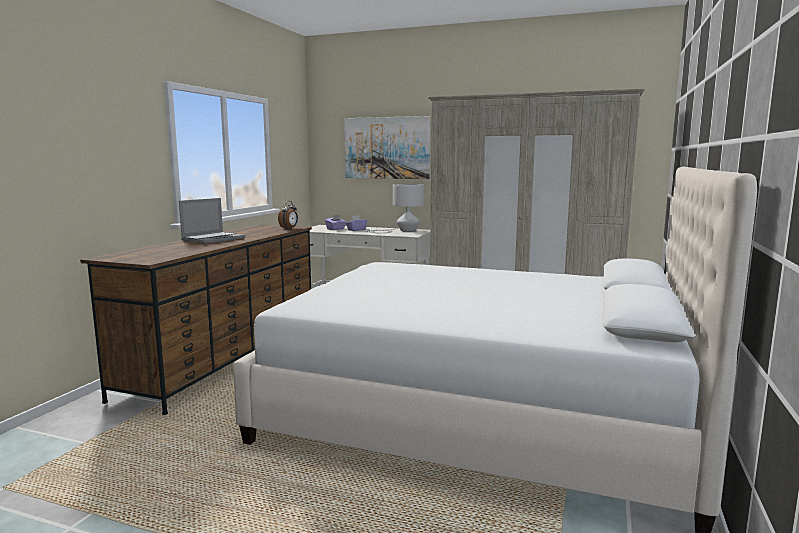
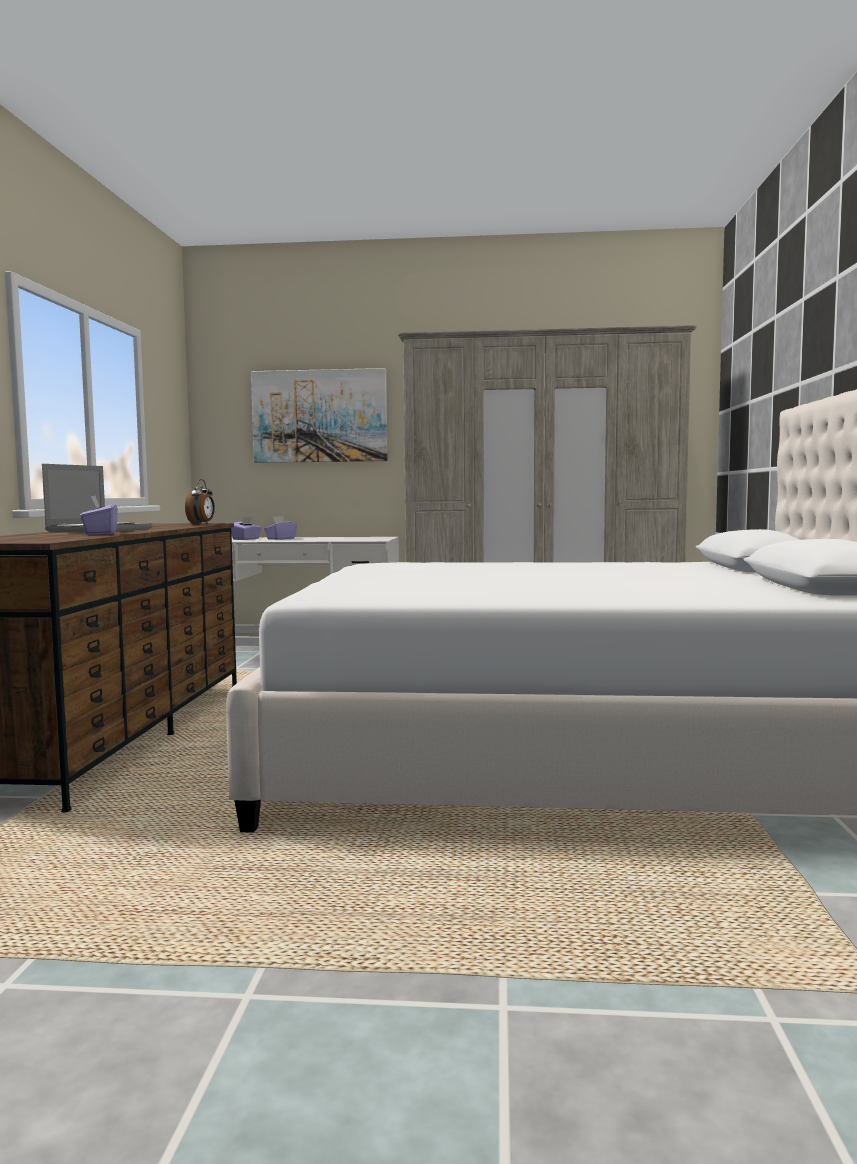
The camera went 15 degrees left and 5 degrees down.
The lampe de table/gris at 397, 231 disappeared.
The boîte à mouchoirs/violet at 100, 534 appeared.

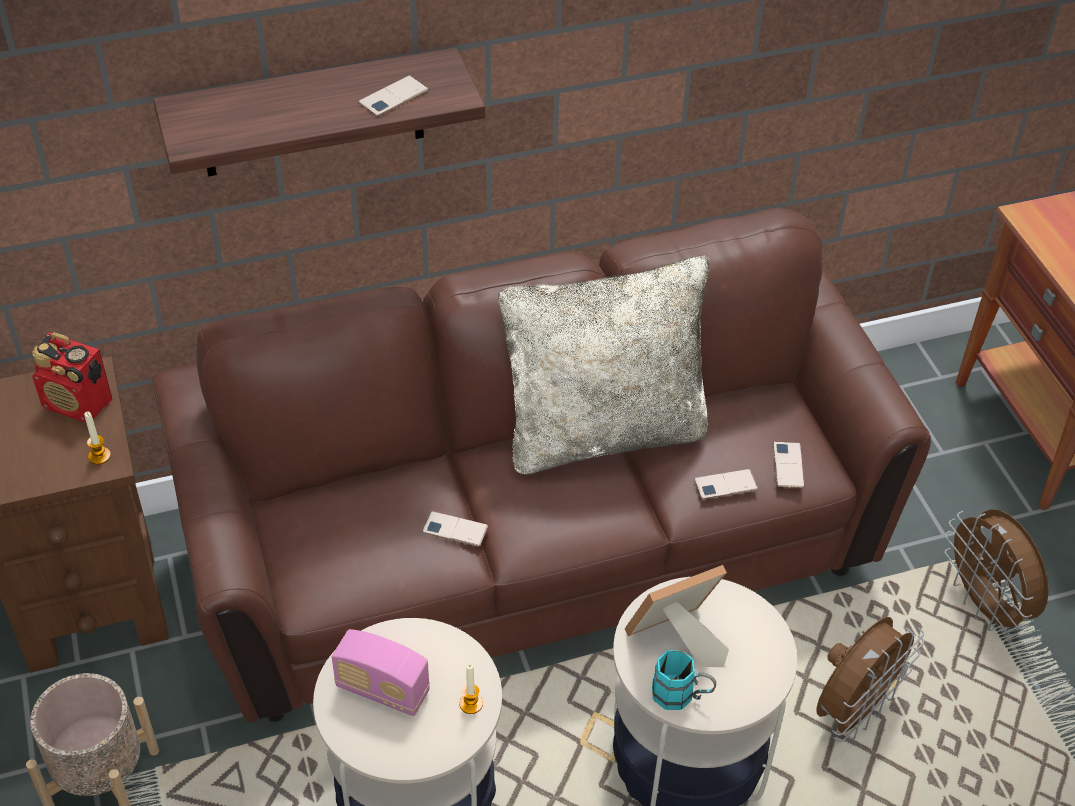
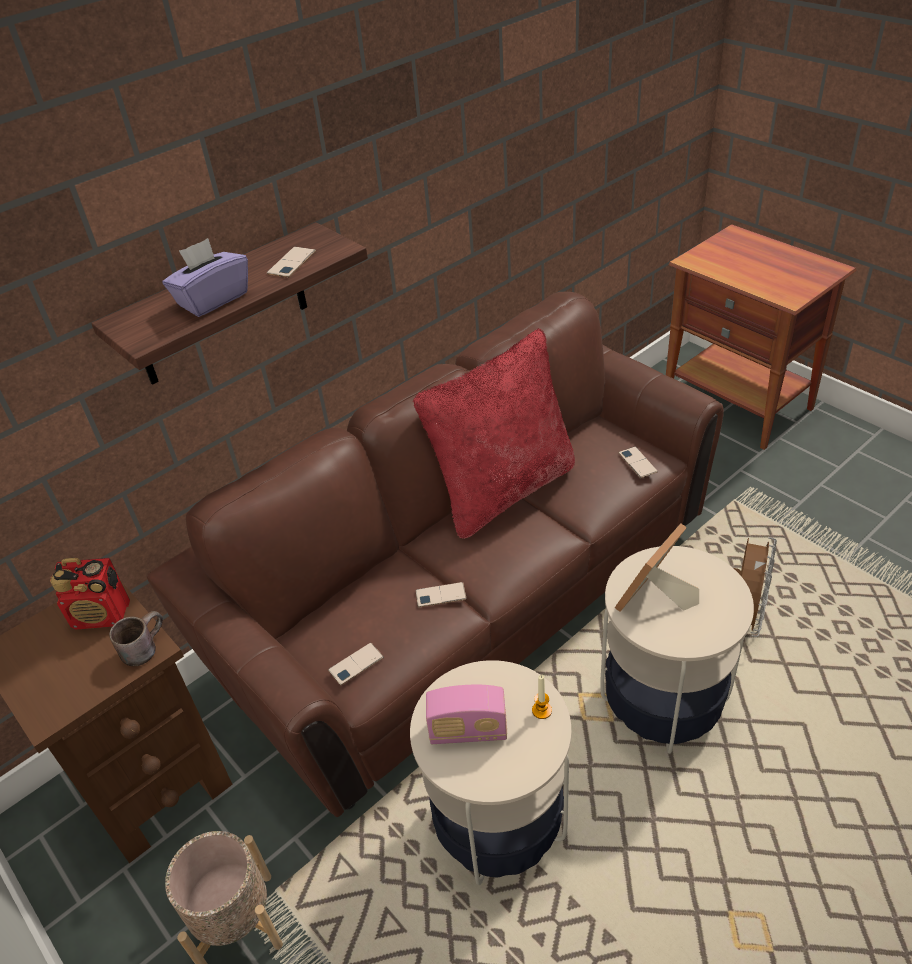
The camera went 20 degrees left and 5 degrees down.
The bougie at 99, 456 was replaced by the mug/marron at 143, 646.
The coussin/beige at 606, 437 became the coussin/rouge at 506, 492.
The mug/turquoise at 681, 696 disappeared.
The téléphone moved from 725, 485 to 356, 664.
The ventilateur/marron at 986, 606 disappeared.
The boîte à mouchoirs/violet at 213, 299 appeared.

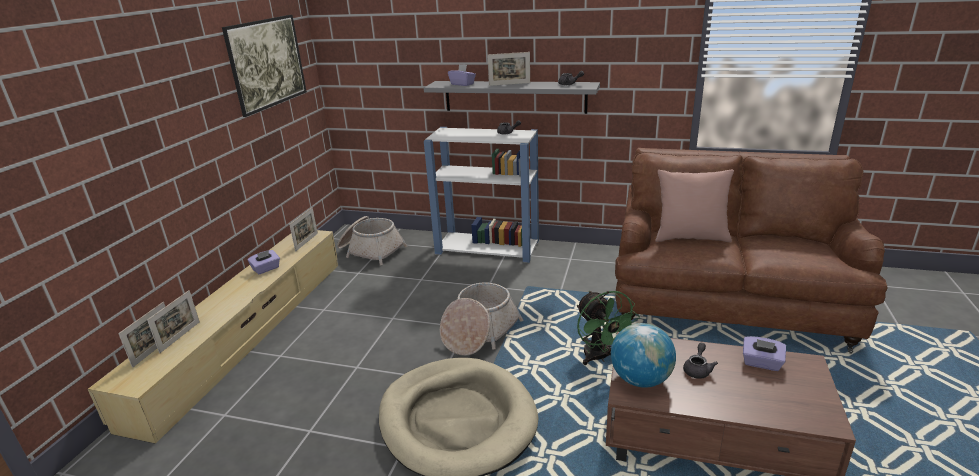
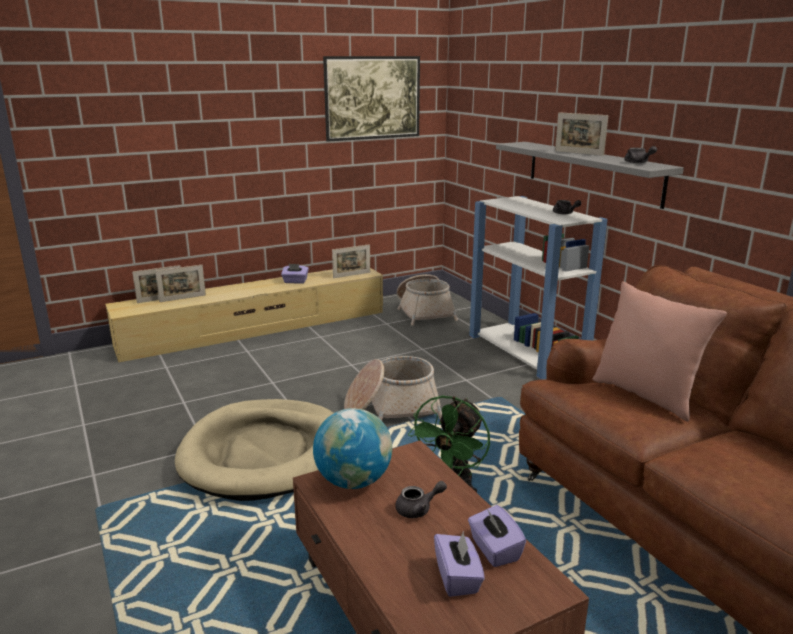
The camera went 45 degrees right and 5 degrees down.
The boîte à mouchoirs/violet moved from 462, 84 to 457, 578.

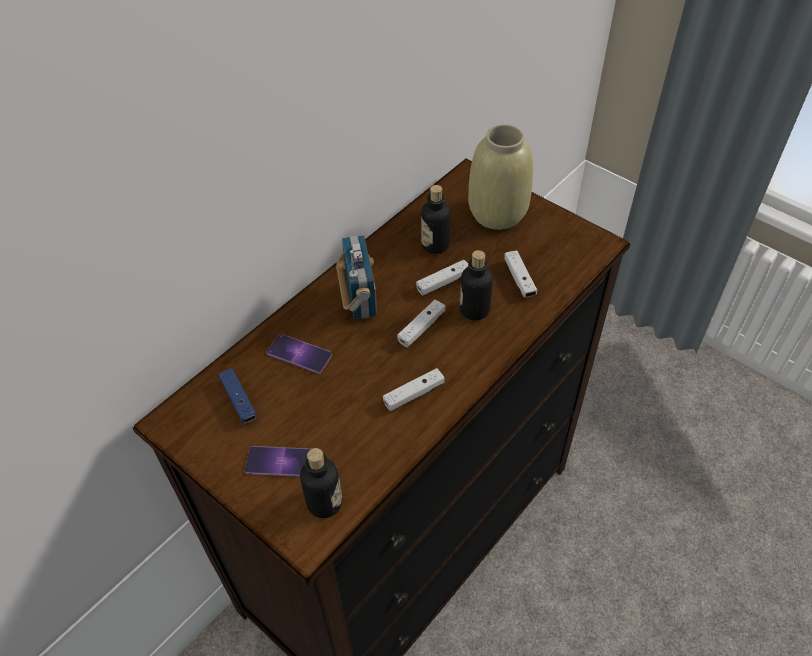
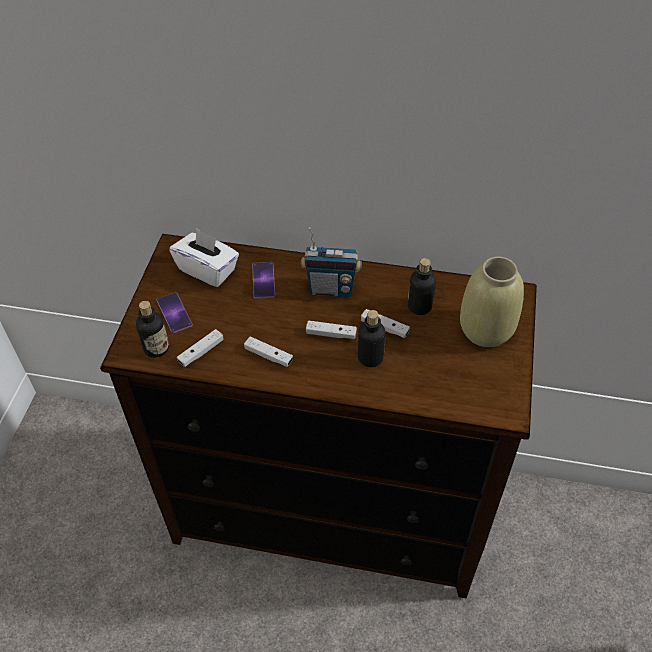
The camera went 60 degrees right and 0 degrees up.
The manette/bleu at 239, 400 was replaced by the boîte à mouchoirs/blanc at 207, 270.
The radio at 359, 301 turned 45 degrees clockwise.
The manette/blanc moved from 519, 279 to 201, 352.

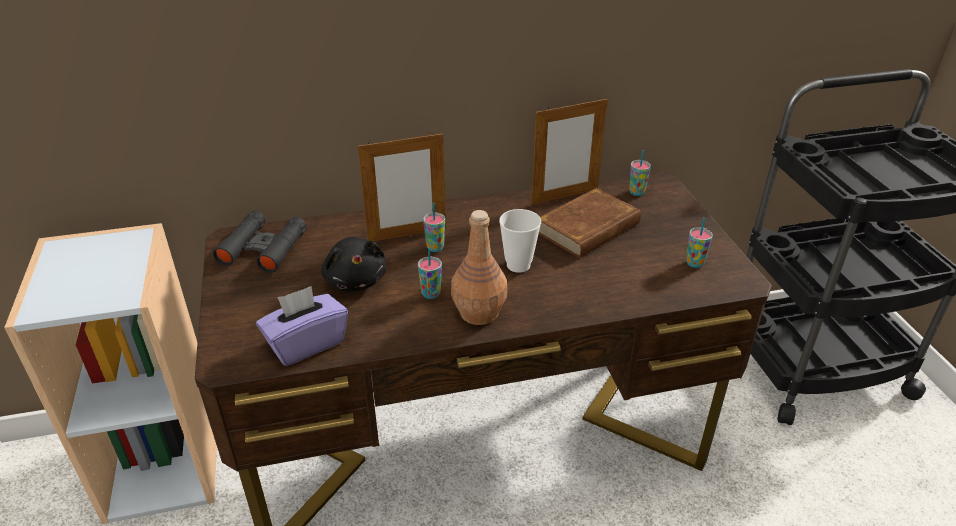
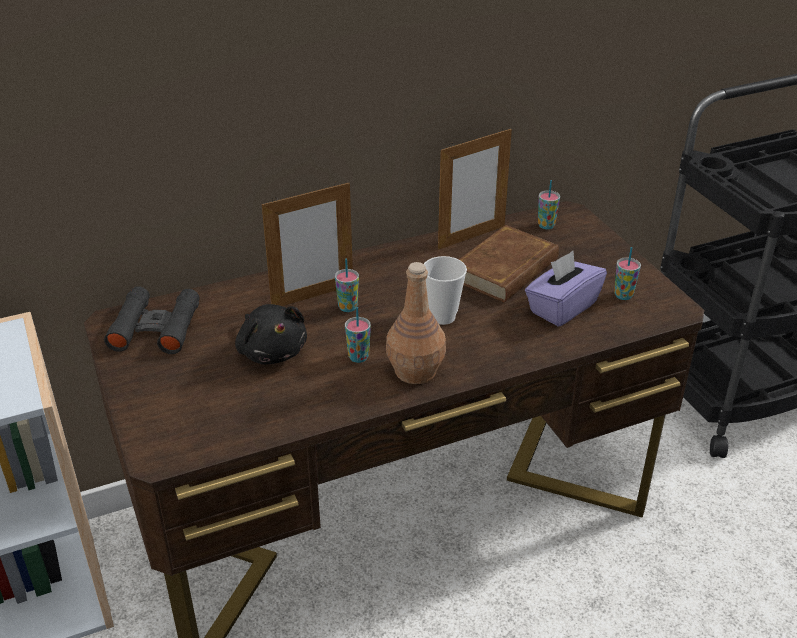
The camera went 10 degrees left and 0 degrees up.
The boîte à mouchoirs/violet moved from 306, 343 to 562, 307.

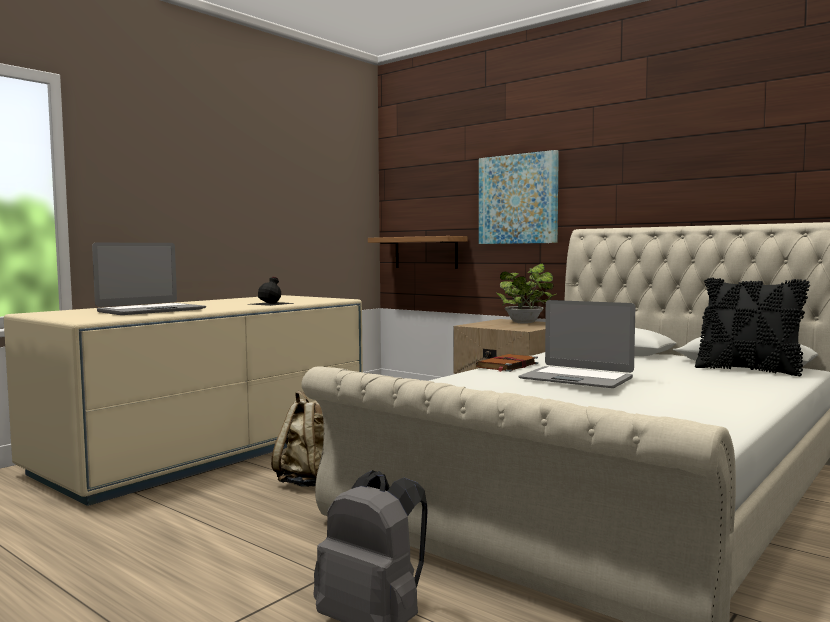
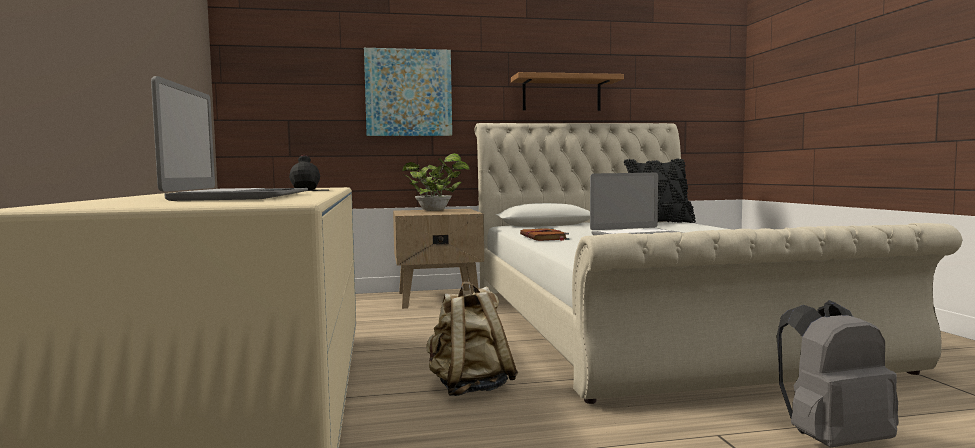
The camera went 50 degrees left and 0 degrees up.
The étagère moved from 426, 252 to 561, 94.

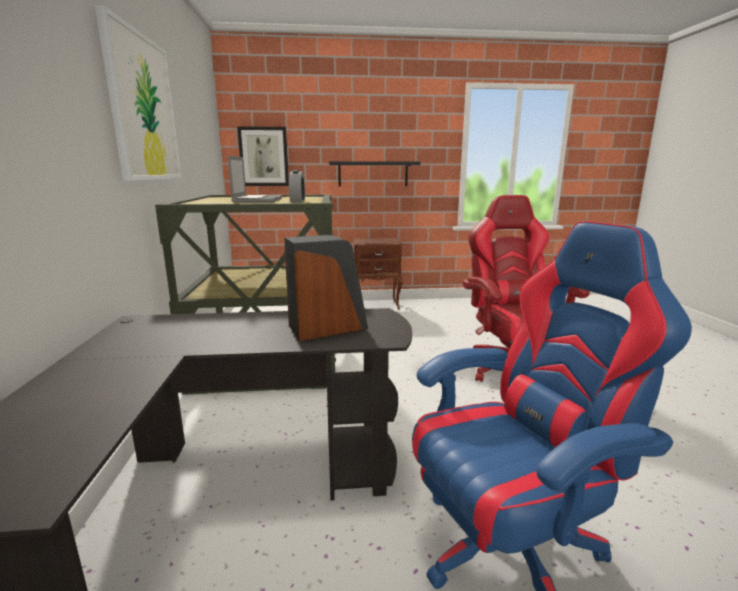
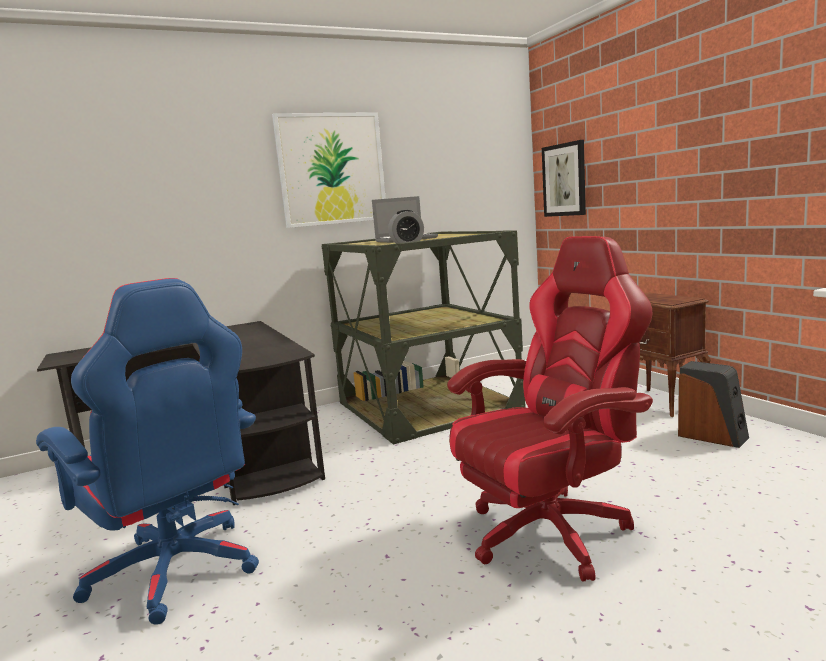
The camera went 70 degrees right and 5 degrees down.
The enceinte moved from 327, 327 to 712, 436.
The étagère/noir at 373, 174 disappeared.

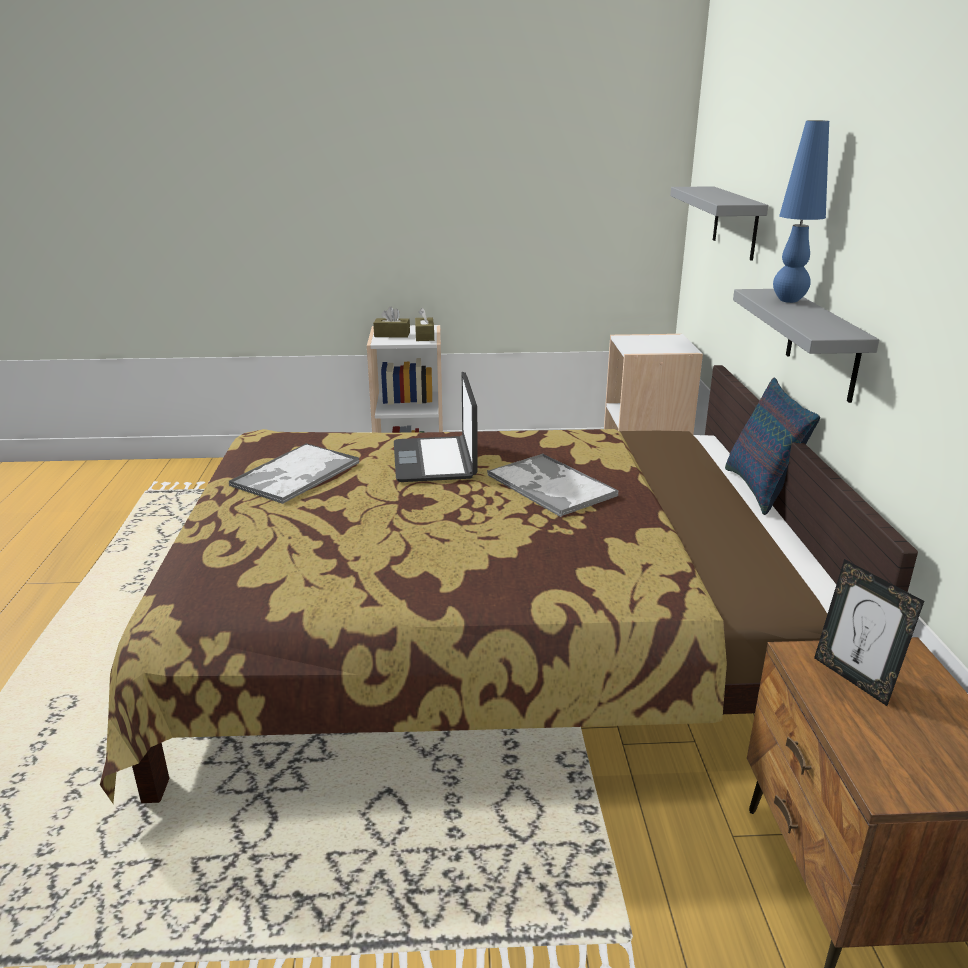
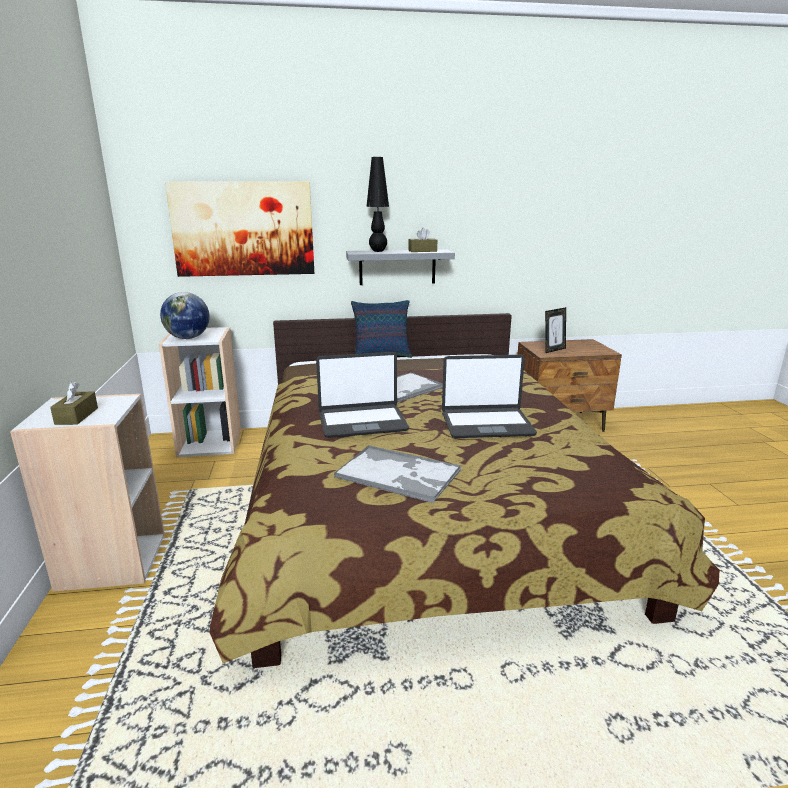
The camera went 95 degrees left and 5 degrees down.
The boîte à mouchoirs/marron moved from 424, 336 to 422, 251.
The étagère/gris at 735, 222 was replaced by the tableau at 243, 229.
The lampe de table/bleu at 788, 300 became the lampe de table/noir at 378, 251.
The globe at 188, 338 appeared.
The ordinateur portable at 486, 424 appeared.

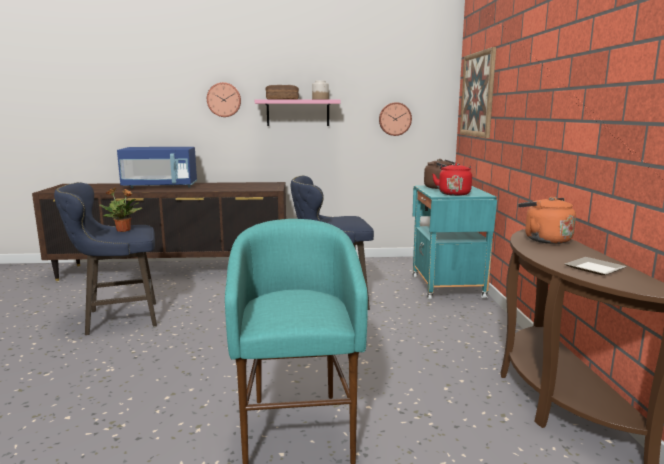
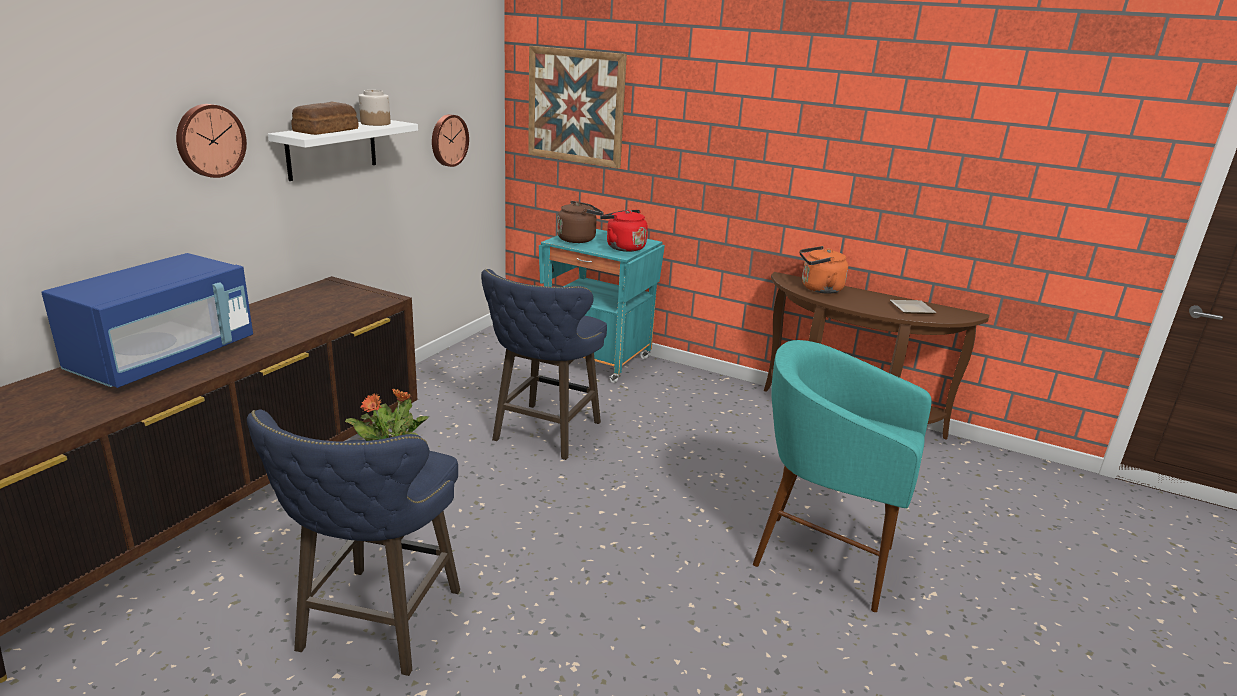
The camera went 60 degrees left and 10 degrees up.
The étagère/rose at 298, 113 became the étagère/blanc at 332, 149.

